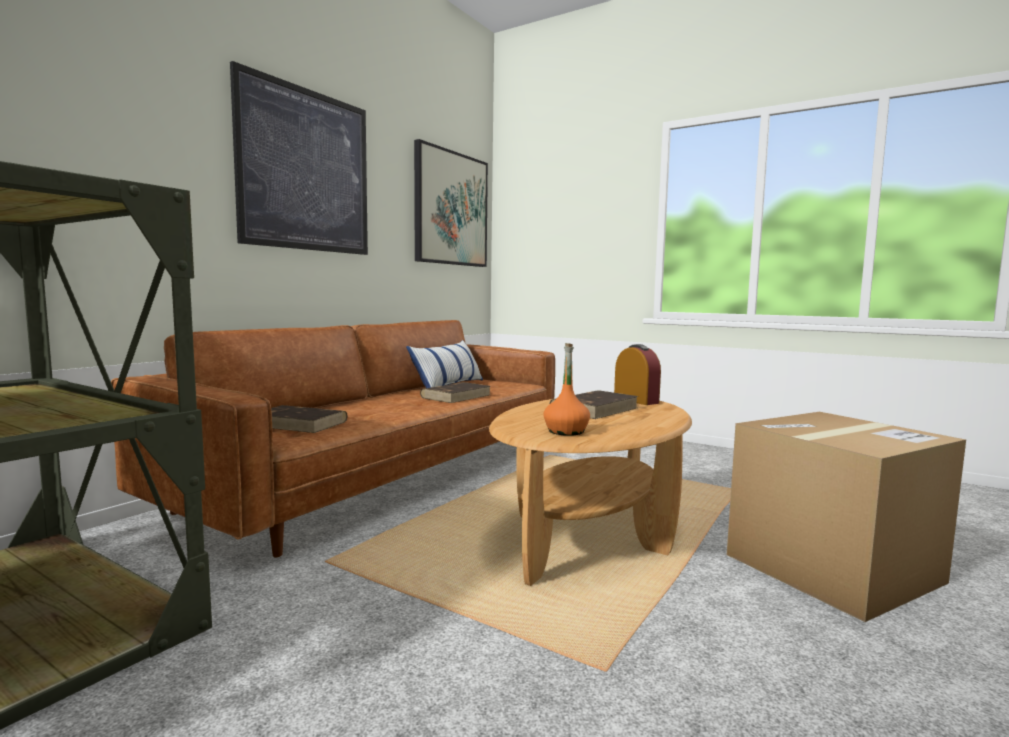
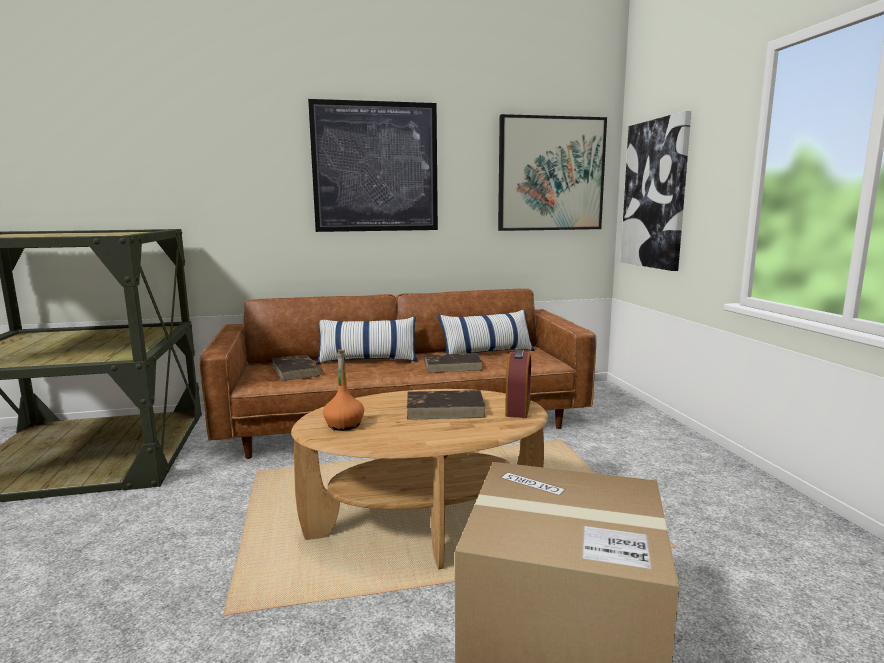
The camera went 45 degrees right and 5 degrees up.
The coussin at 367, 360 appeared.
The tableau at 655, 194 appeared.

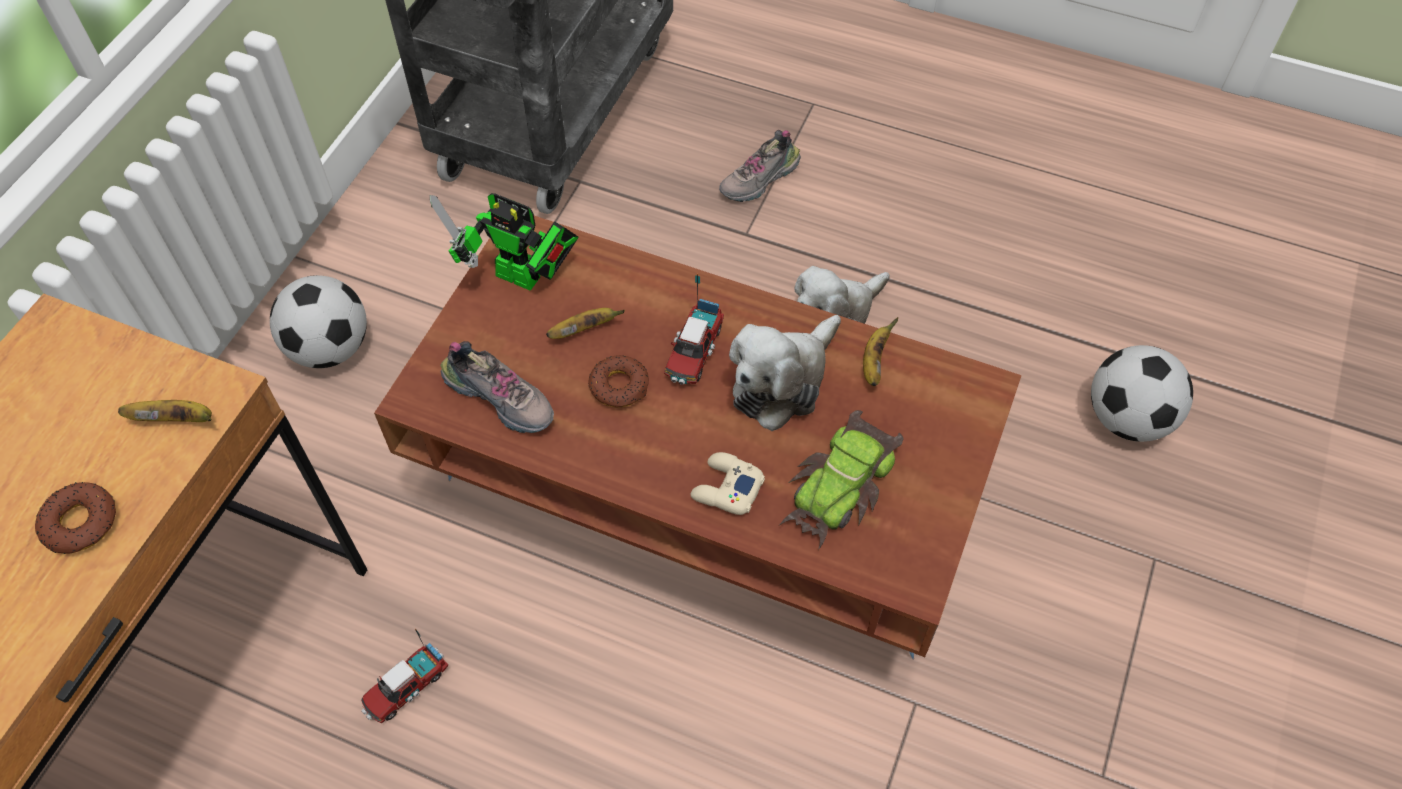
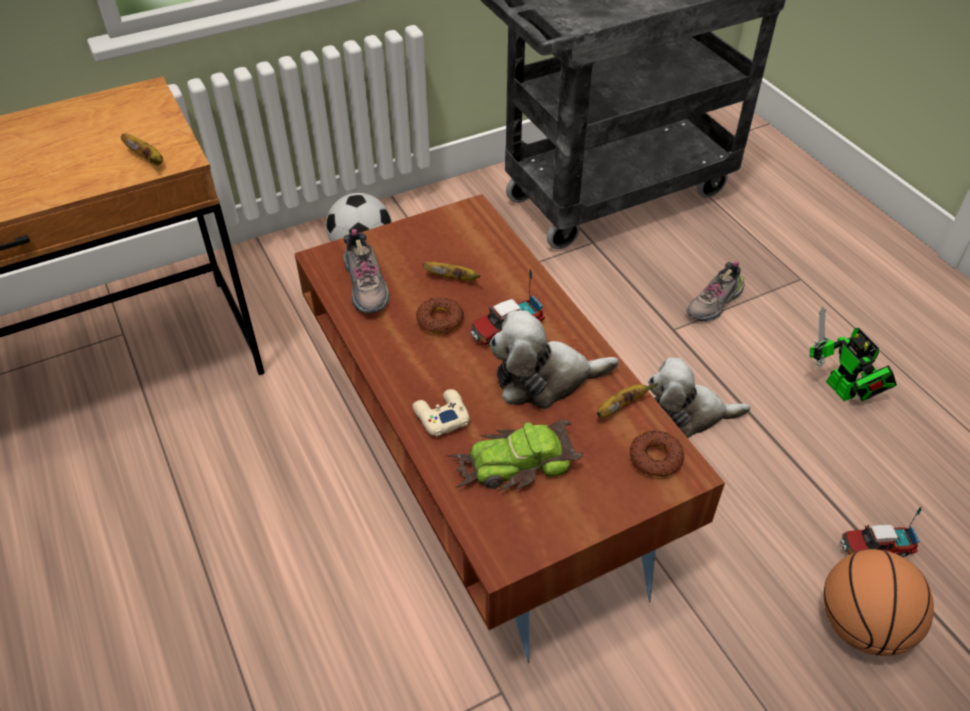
The camera went 40 degrees right and 10 degrees down.
The beignet moved from 80, 523 to 655, 458.
The camion jouet moved from 405, 687 to 875, 547.
The robot jouet moved from 524, 279 to 843, 393.
The chaussure at 760, 180 turned 45 degrees counterclockwise.
The ballon de foot at 1127, 418 was replaced by the ballon de basket at 862, 625.

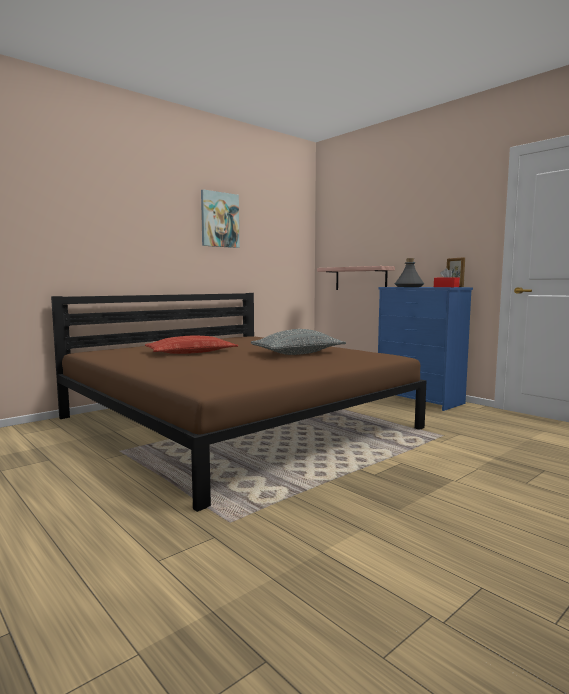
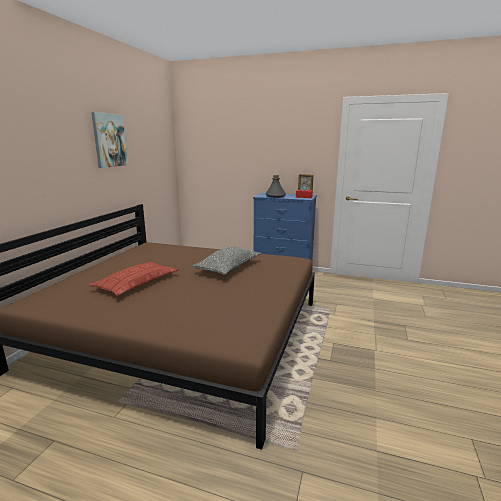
The camera went 30 degrees left and 10 degrees up.
The étagère at 360, 278 disappeared.

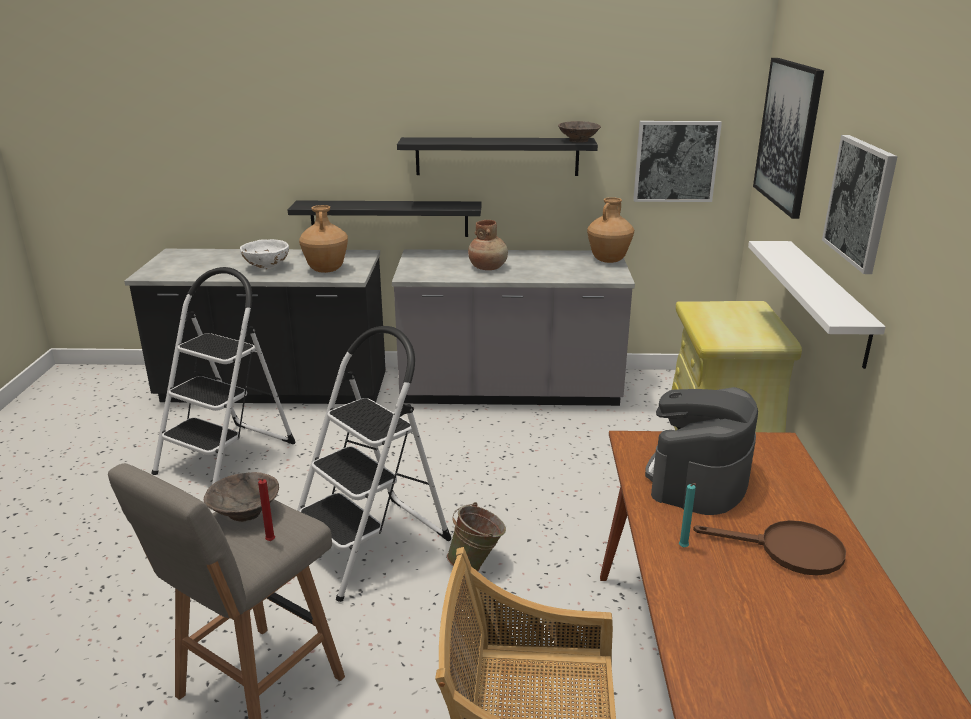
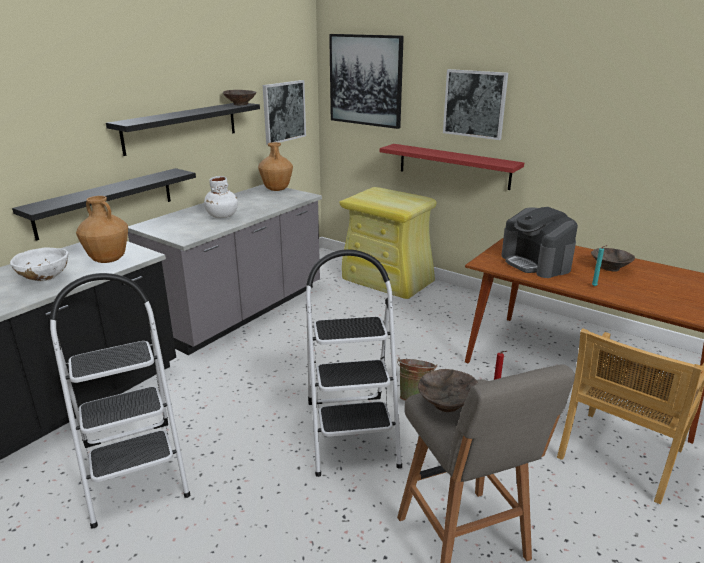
The camera went 55 degrees left and 0 degrees up.
The vase/marron at 488, 268 became the vase/blanc at 222, 216.
The poêle/marron at 788, 550 was replaced by the bol/marron at 611, 268.
The étagère/blanc at 827, 300 became the étagère/rouge at 453, 166.

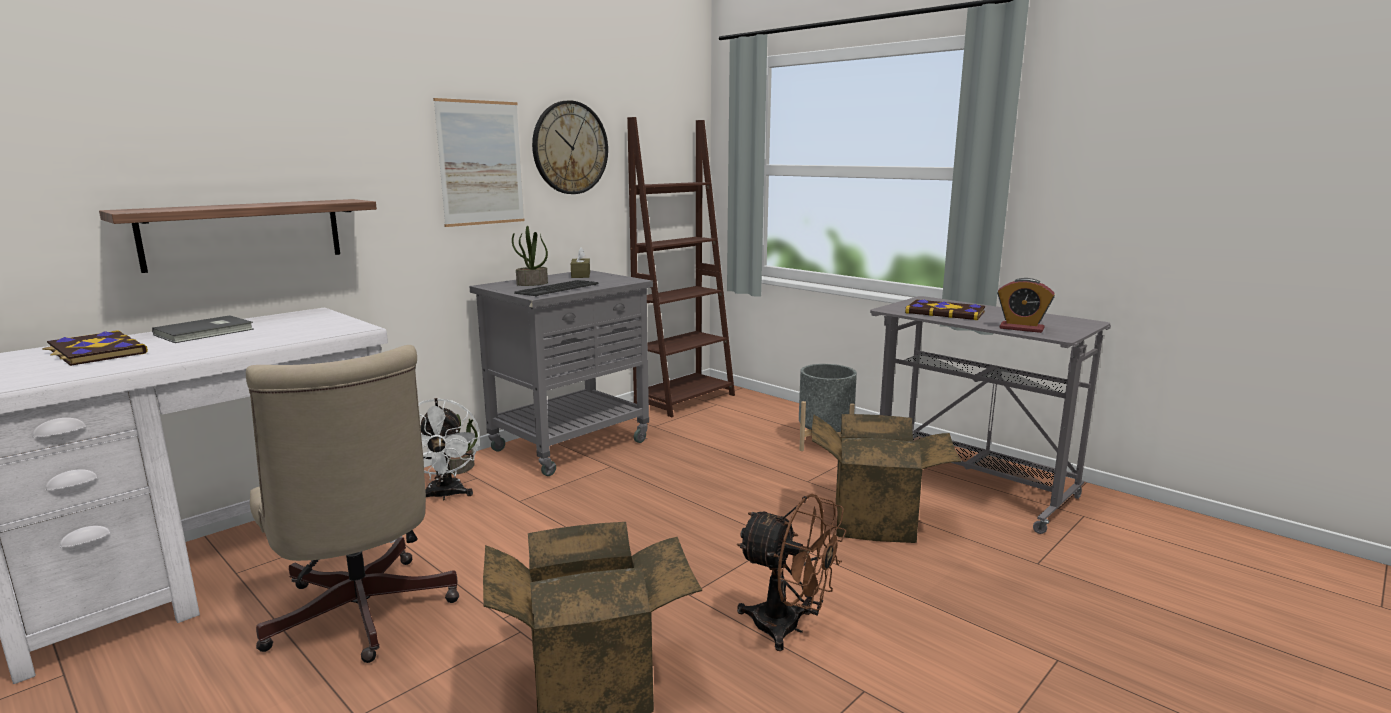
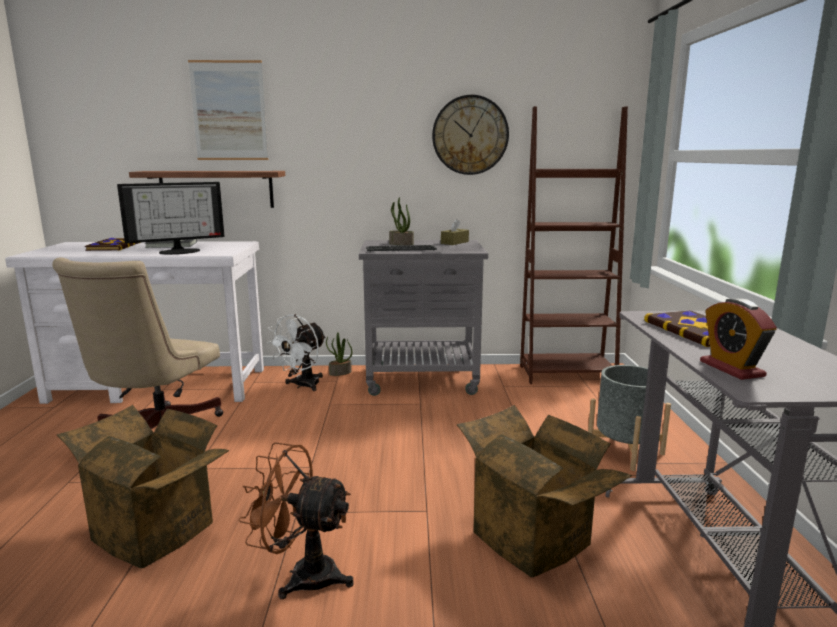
The camera went 45 degrees right and 0 degrees up.
The tableau moved from 481, 163 to 229, 111.
The ventilateur/marron at 788, 628 turned 120 degrees clockwise.
The écran d'ordinateur at 179, 251 appeared.

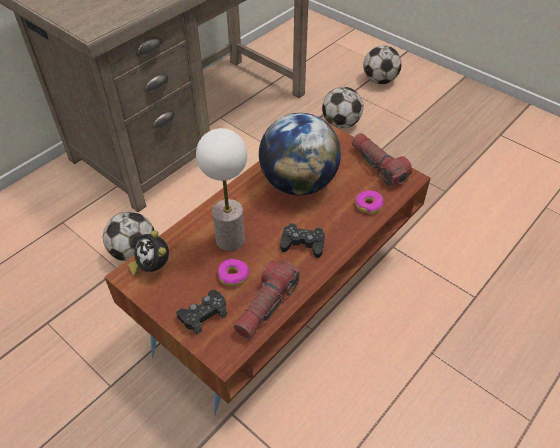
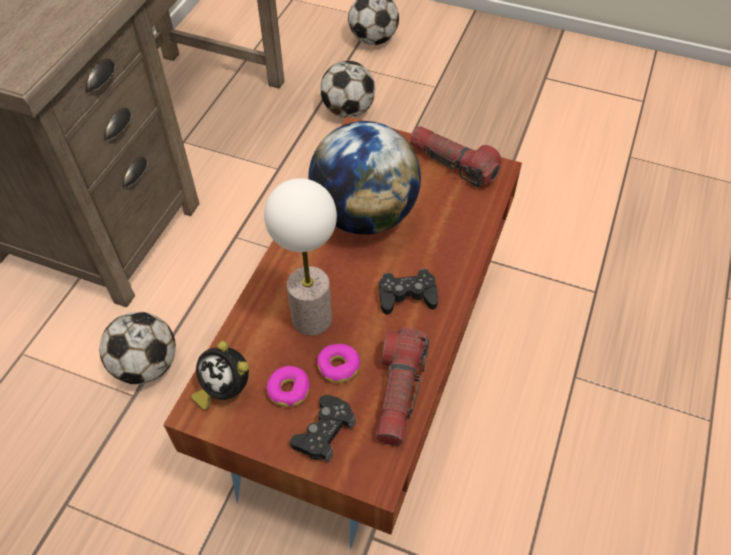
The camera went 20 degrees left and 5 degrees up.
The beignet moved from 369, 205 to 289, 390.

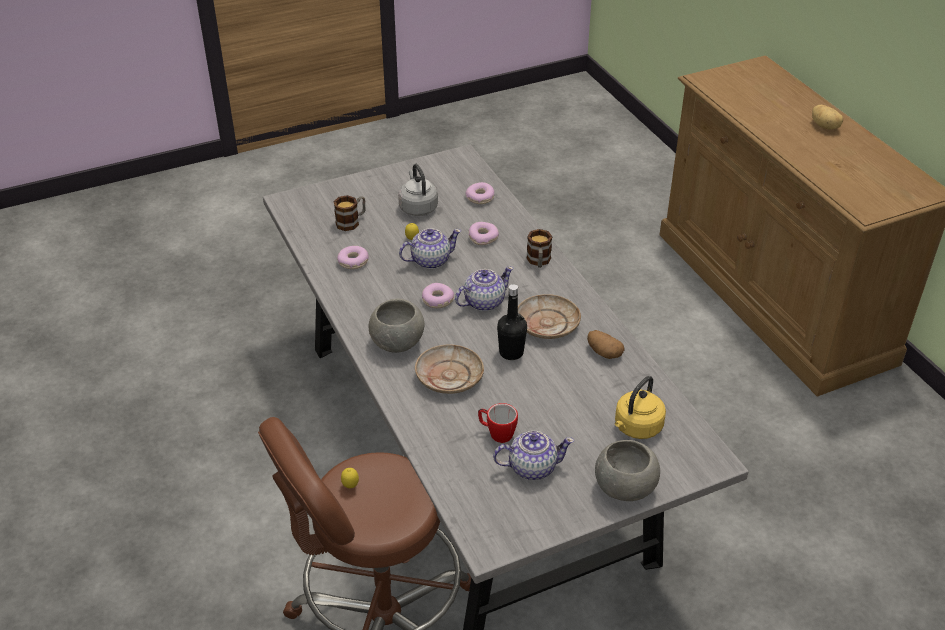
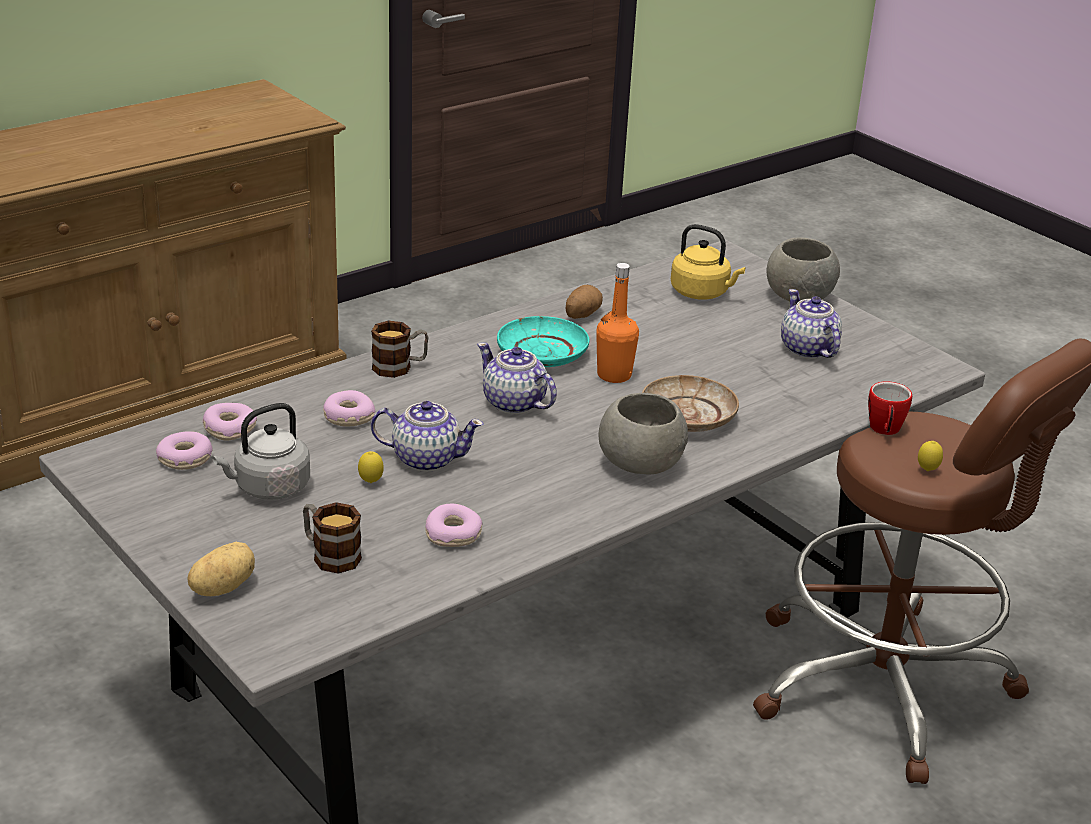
The camera went 105 degrees left and 10 degrees down.
The théière at 430, 260 turned 135 degrees clockwise.
The beignet moved from 437, 300 to 185, 459.
The mug moved from 497, 433 to 885, 431.
The bouteille/noir at 511, 352 became the bouteille/orange at 614, 375.
The assiette/beige at 547, 324 became the assiette/turquoise at 542, 354.
The pomme de terre moved from 825, 126 to 221, 587.

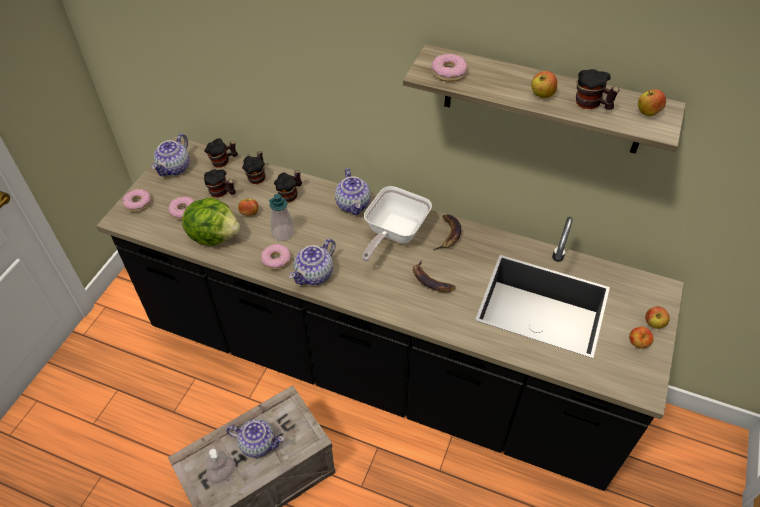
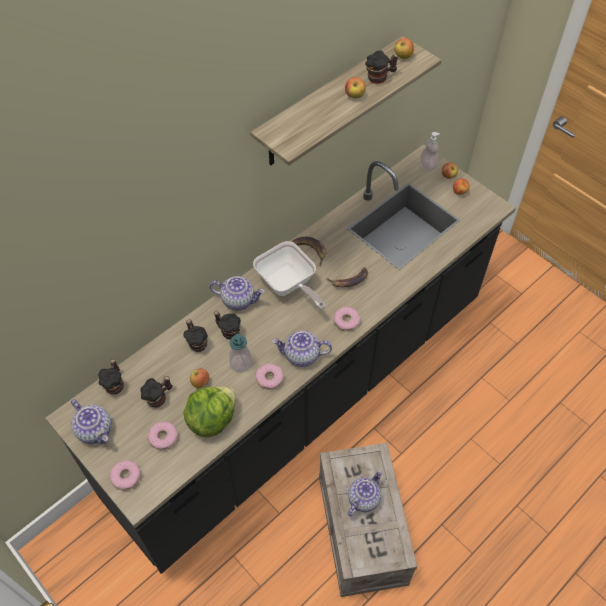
The camera went 65 degrees left and 5 degrees up.
The distributeur de savon moved from 222, 474 to 428, 165.
The mug moved from 258, 176 to 228, 331.
The théière at 314, 275 turned 120 degrees clockwise.
The beignet moved from 449, 73 to 346, 321.

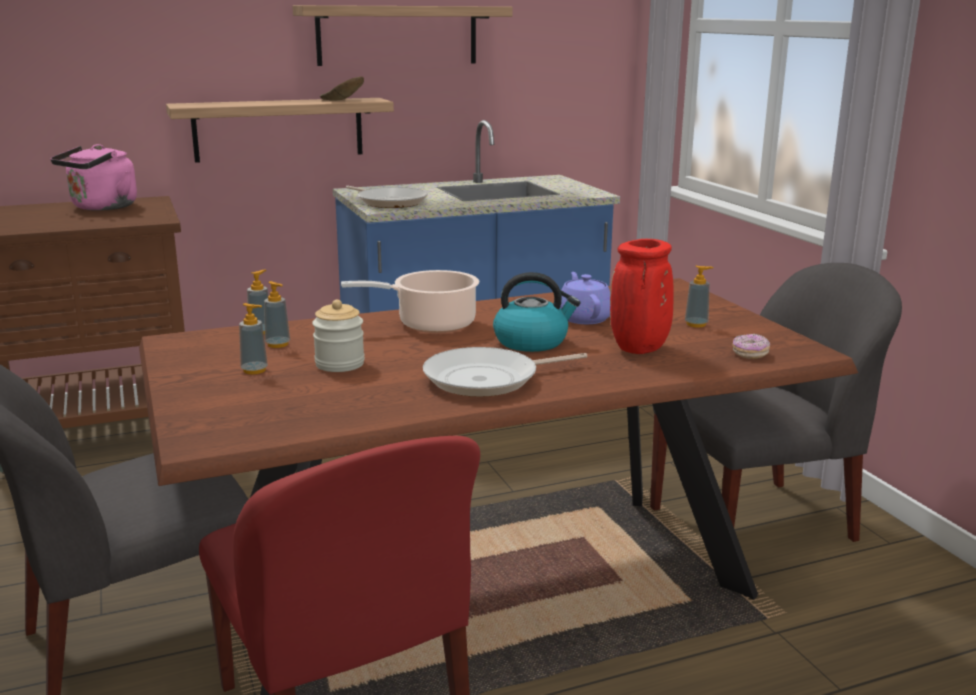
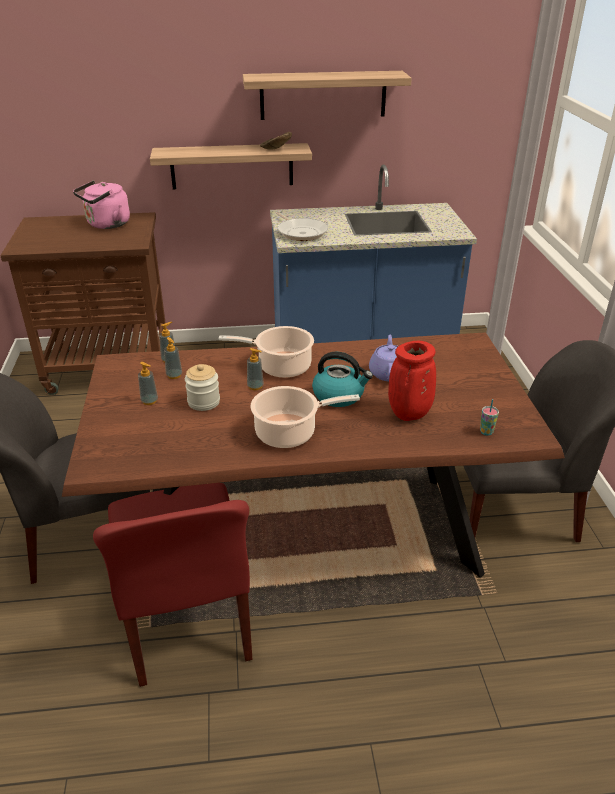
The camera went 15 degrees right and 15 degrees up.
The poêle at 487, 379 was replaced by the marmite at 290, 433.
The distributeur de savon moved from 696, 324 to 255, 386.
The beignet at 750, 354 was replaced by the tasse at 486, 432.

